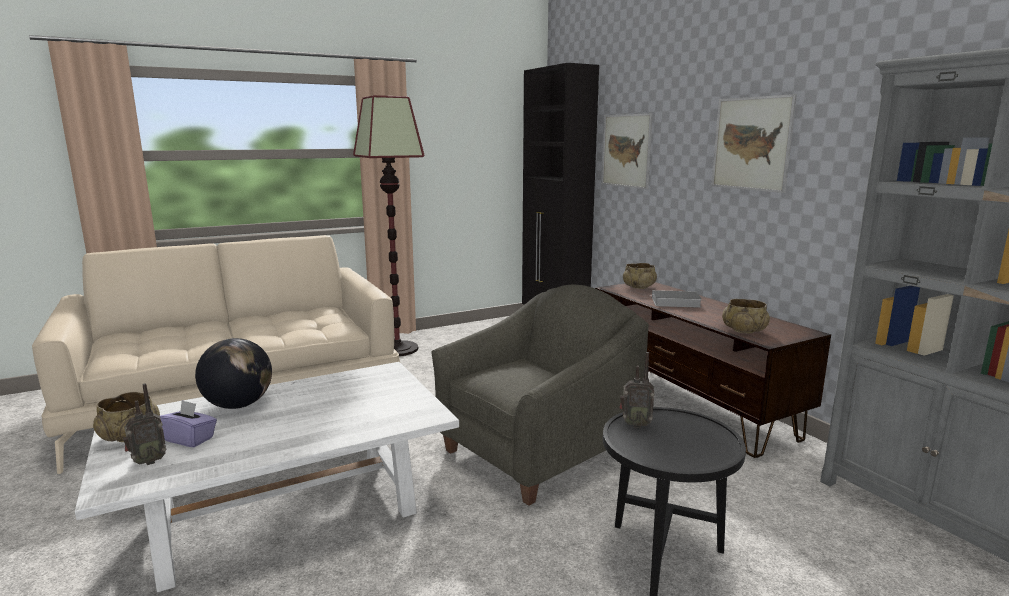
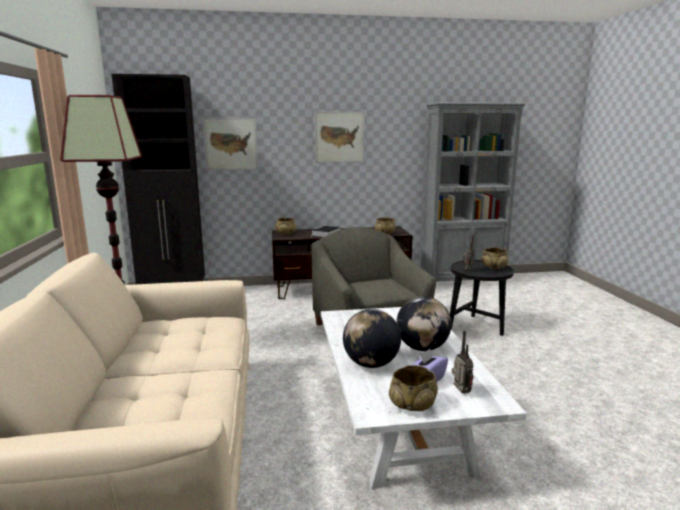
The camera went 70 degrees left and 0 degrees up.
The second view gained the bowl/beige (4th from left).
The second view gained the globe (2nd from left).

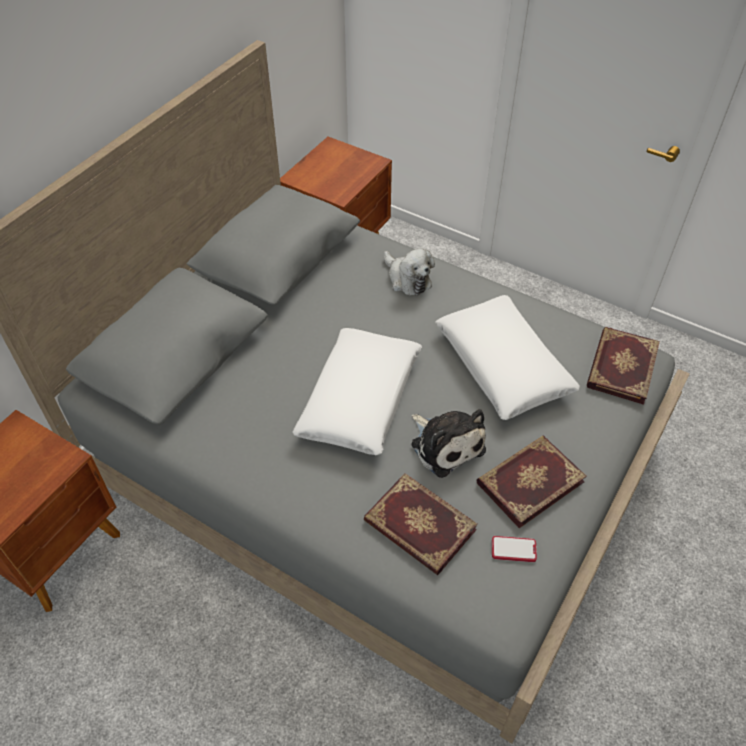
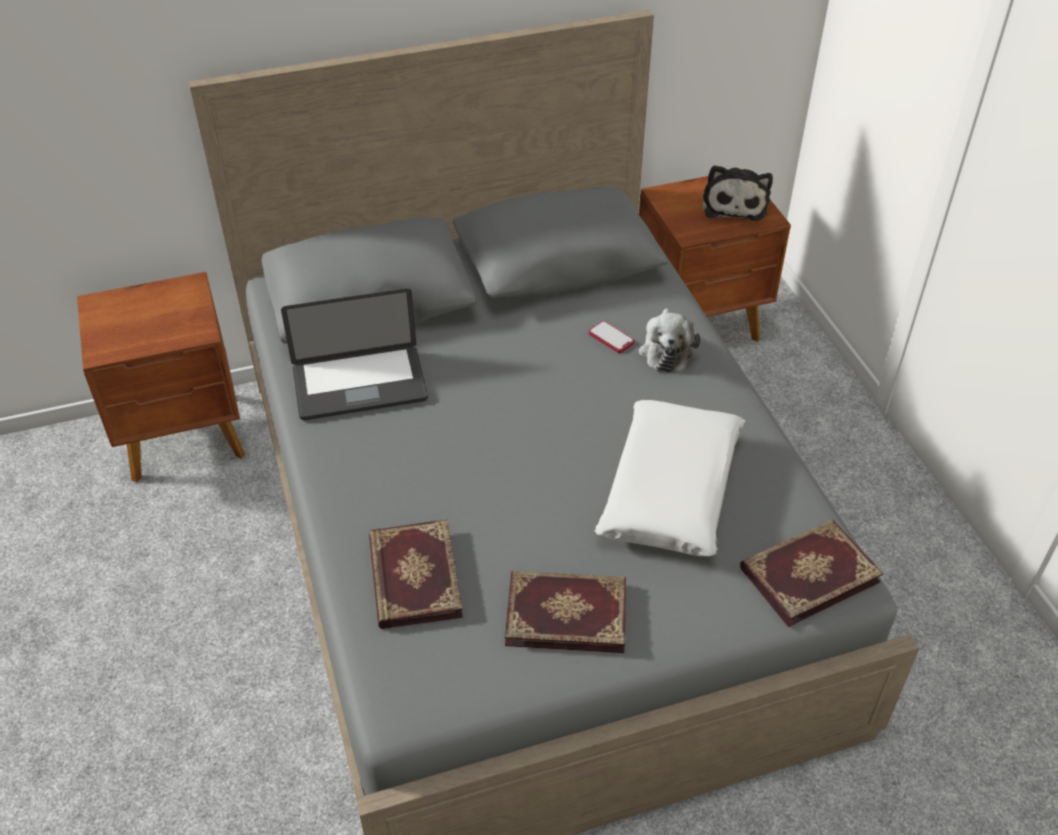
The camera went 40 degrees right and 5 degrees down.
The second view lost the pillow/white (1st from left).
The plush toy (2nd from left) ended up elsewhere.
The phone ended up elsewhere.
The second view gained the laptop.

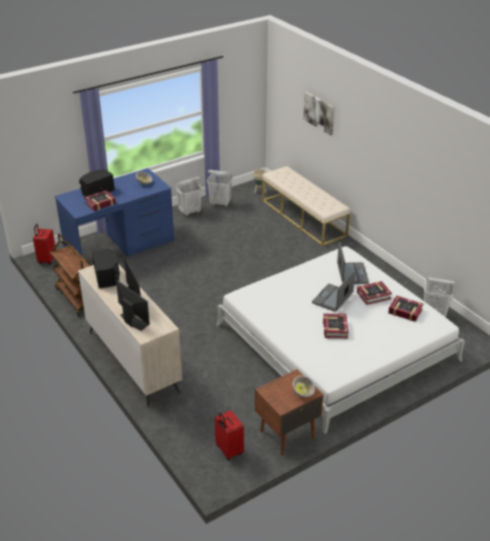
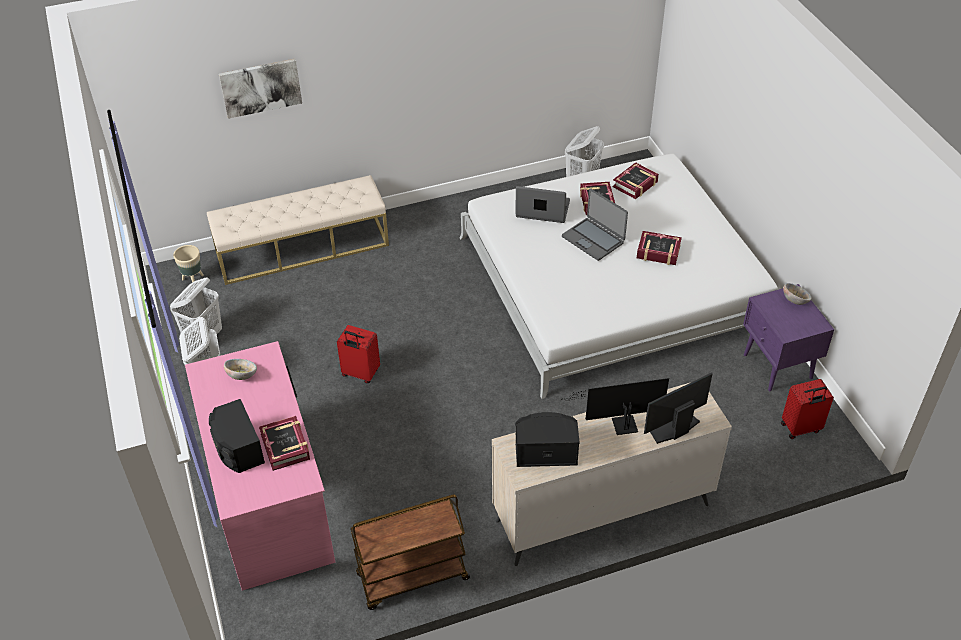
The camera went 75 degrees left and 10 degrees up.
What was the desk/blue turned into the desk/pink.
The suitcase/red (1st from left) ended up elsewhere.
What was the nightstand/brown turned into the nightstand/purple.

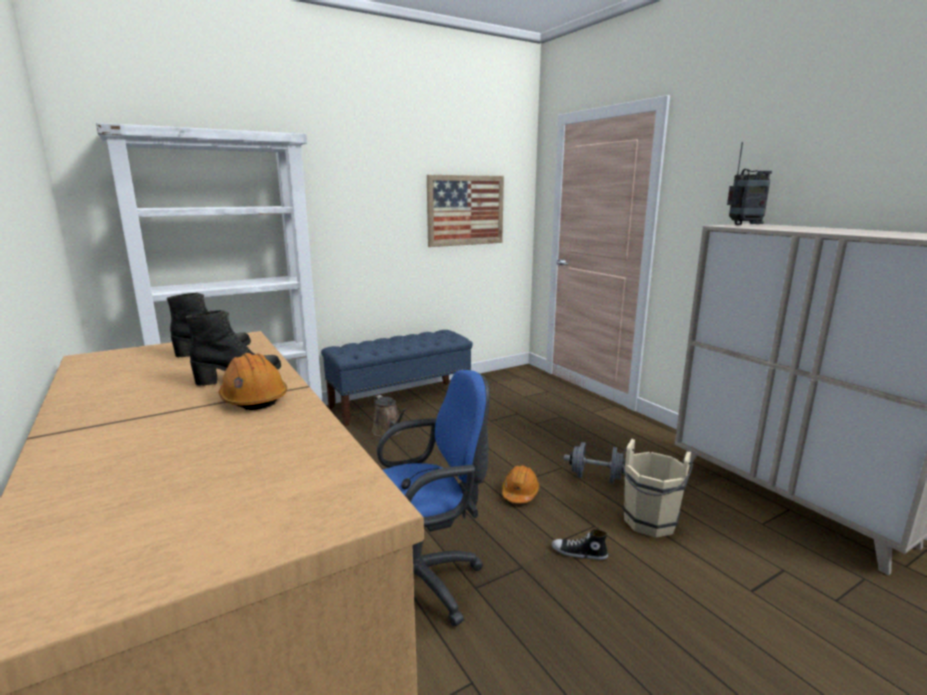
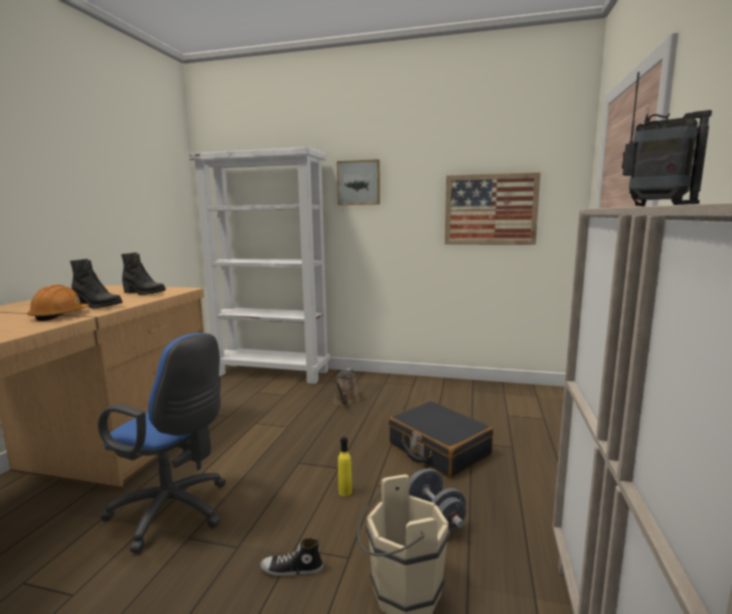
The camera went 45 degrees right and 5 degrees down.
The second view lost the bench/blue.
Where the hard hat/orange (2nd from left) stood, the bottle/yellow came to stand.
The shoe ended up facing another way, 60 degrees counterclockwise from before.
The second view gained the picture (1st from left).
The second view gained the suitcase/black.

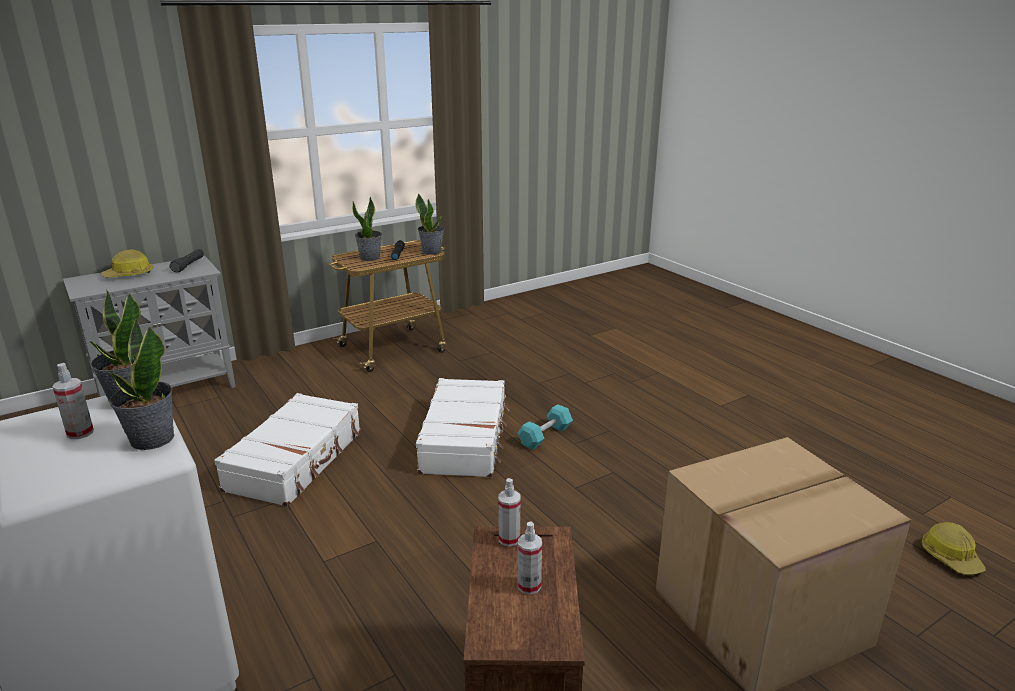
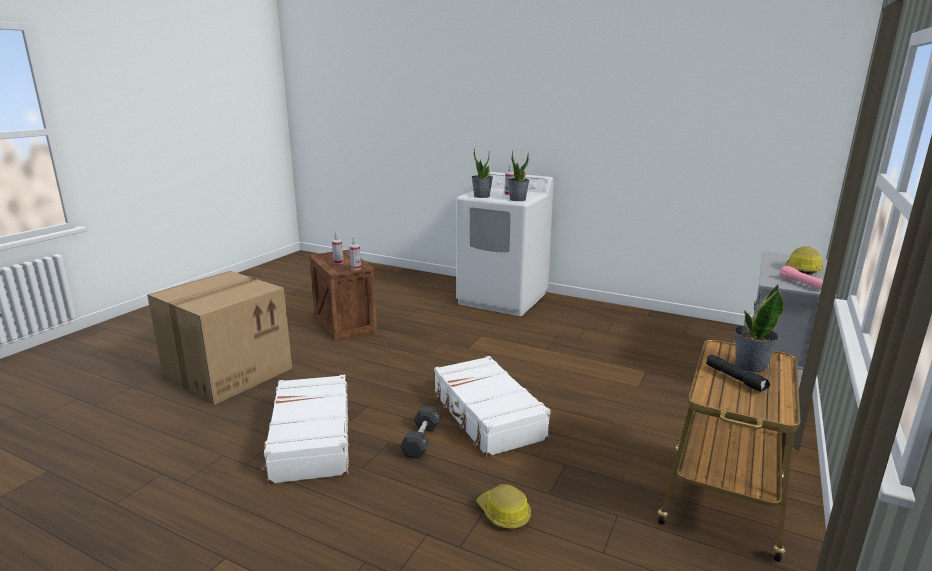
The camera went 150 degrees right and 5 degrees down.
The second view lost the potted plant (4th from left).
What was the flashlight/black (1st from left) turned into the flashlight/pink.
The suitcase/white (1st from left) ended up elsewhere.
What was the dumbbell/turquoise turned into the dumbbell/black.
The hard hat (2nd from left in the first image) ended up elsewhere.

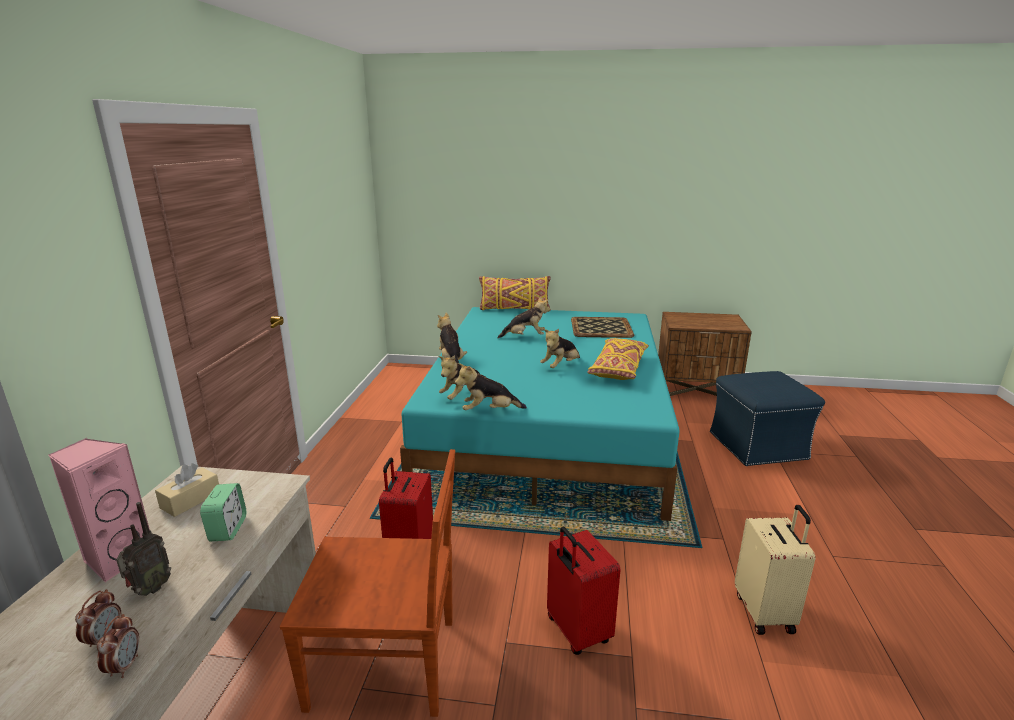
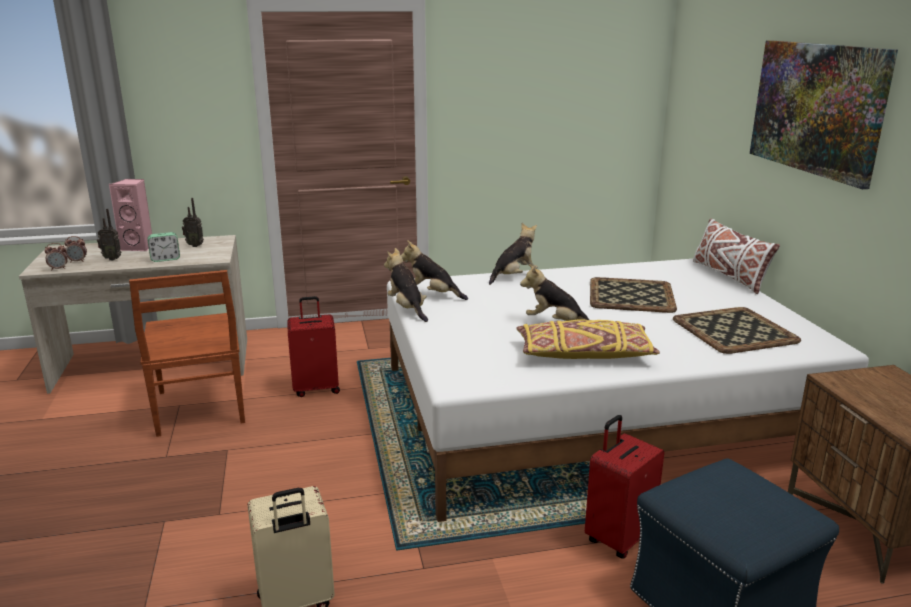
The camera went 70 degrees right and 0 degrees up.
What was the pillow/yellow (1st from left) turned into the pillow/white.
Where the plush toy (4th from left) stood, the tray (1st from left) came to stand.
What was the bed/turquoise turned into the bed/white.
Where the tissue box/beige stood, the radio (2nd from left) came to stand.
The suitcase/red (2nd from left) ended up elsewhere.
The second view gained the picture.

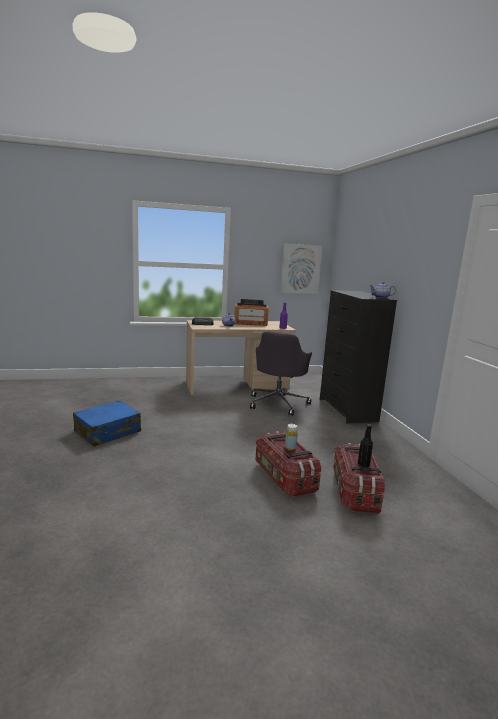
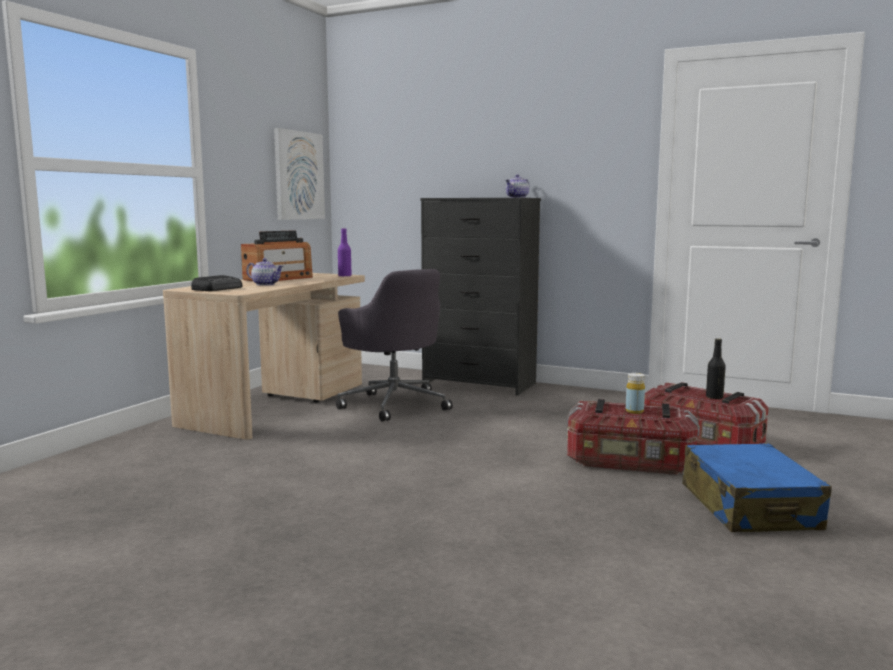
The camera went 50 degrees left and 5 degrees down.
The suitcase/blue ended up elsewhere.

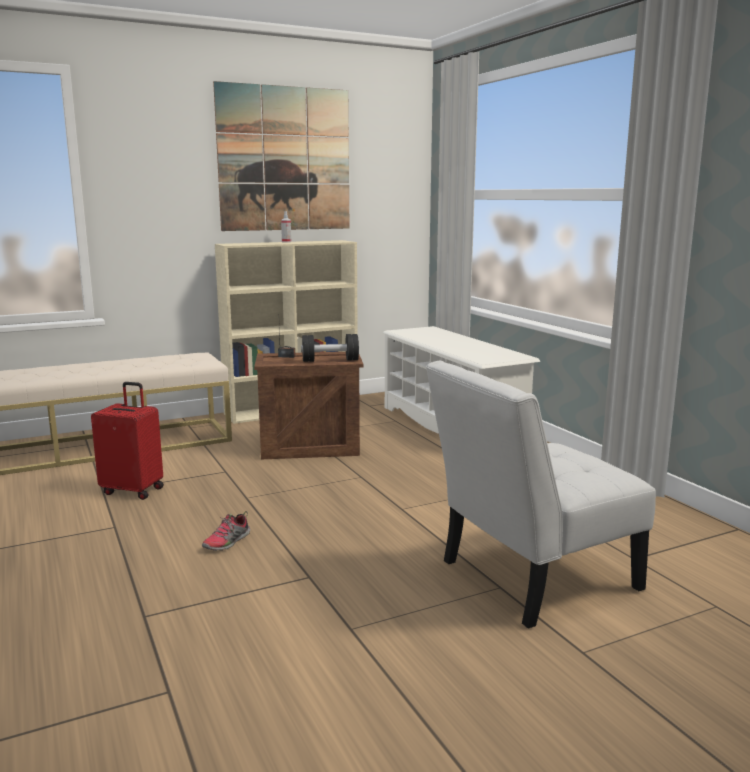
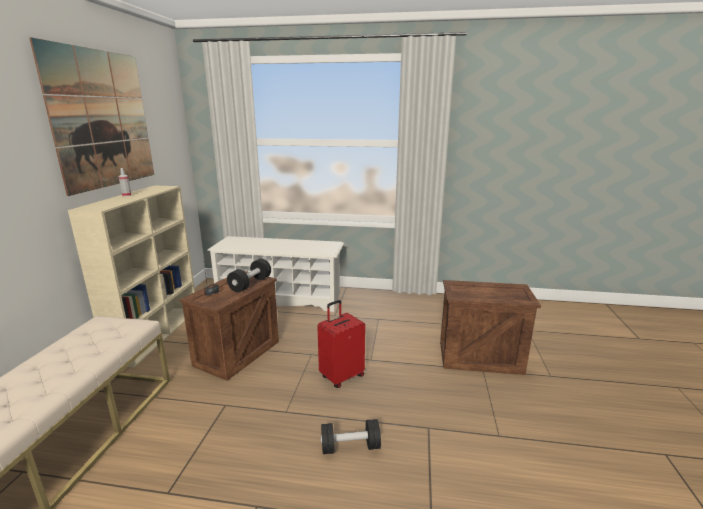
The camera went 55 degrees left and 5 degrees up.
Where the chair/white stood, the crate (2nd from left) came to stand.
The suitcase/red ended up elsewhere.
Where the shoe stood, the dumbbell/black (2nd from left) came to stand.

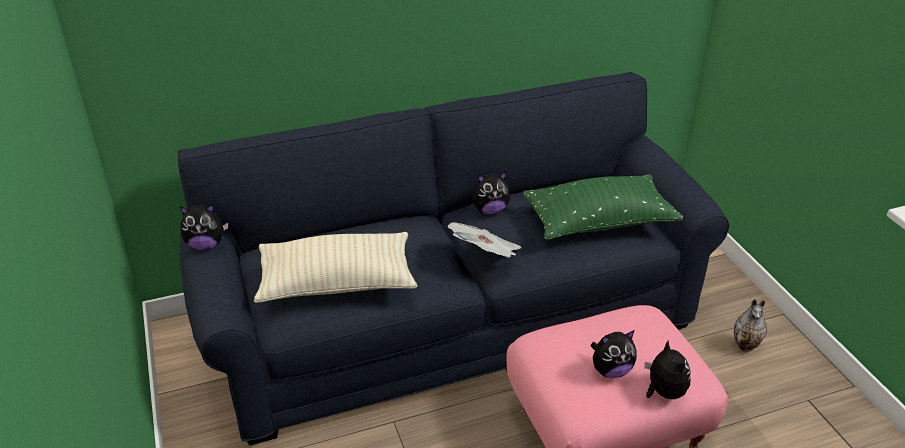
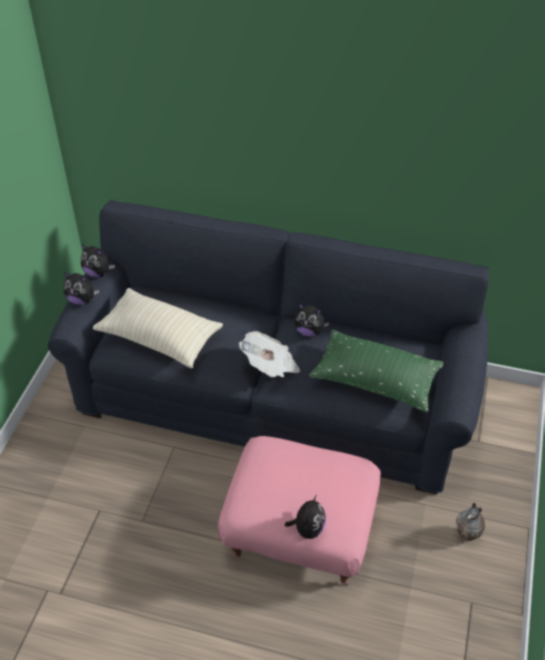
The camera went 35 degrees right and 10 degrees up.
The plush toy (3rd from left in the first image) ended up elsewhere.

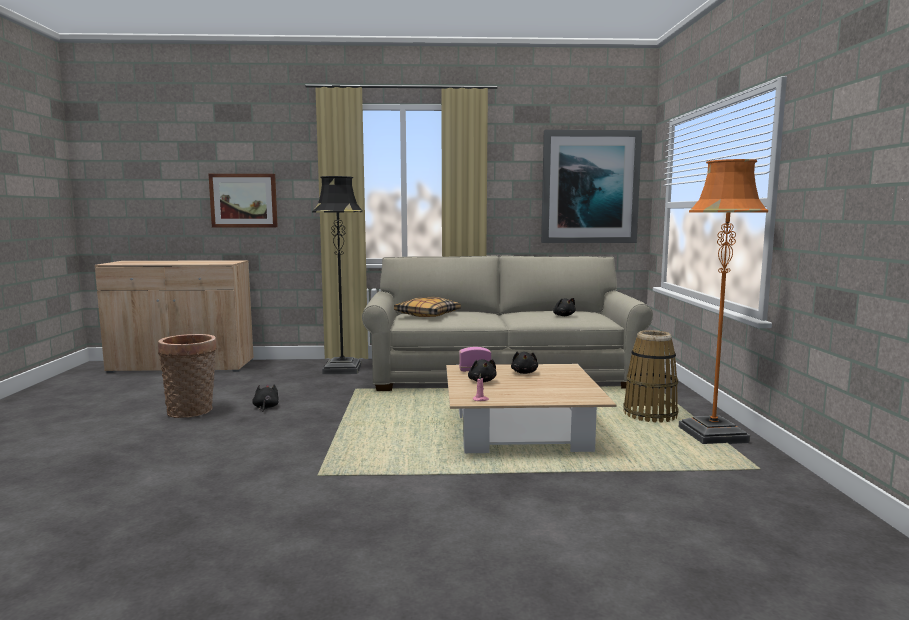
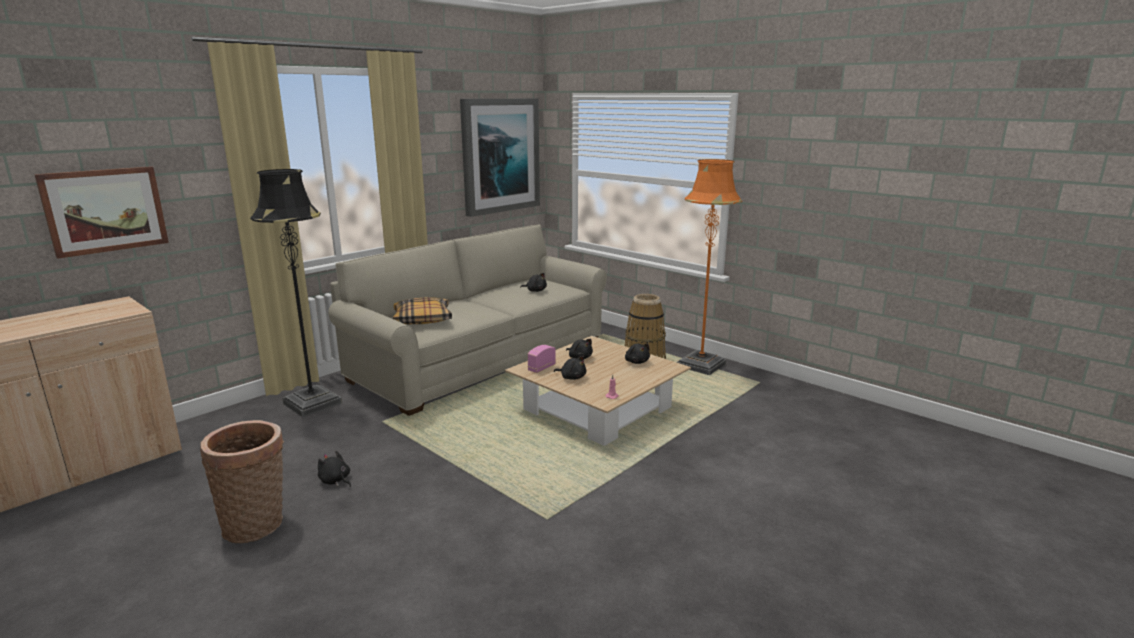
The camera went 45 degrees left and 10 degrees up.
The second view gained the plush toy/black (5th from left).

